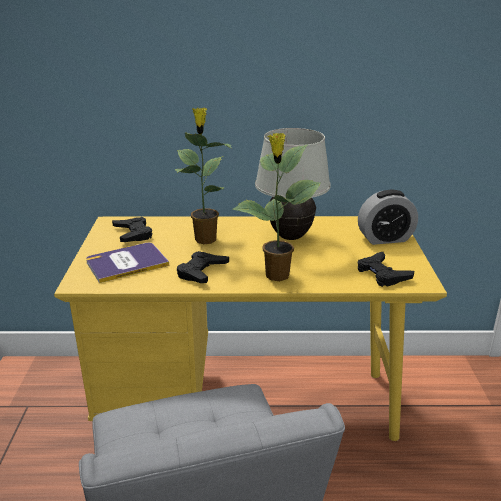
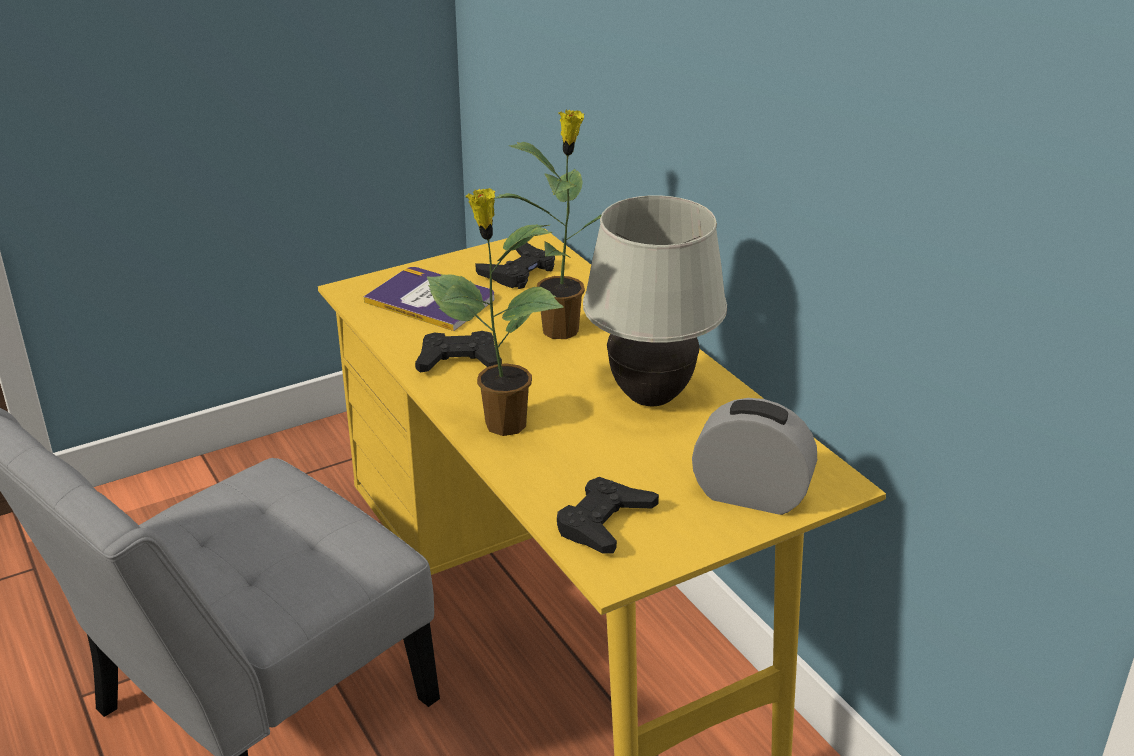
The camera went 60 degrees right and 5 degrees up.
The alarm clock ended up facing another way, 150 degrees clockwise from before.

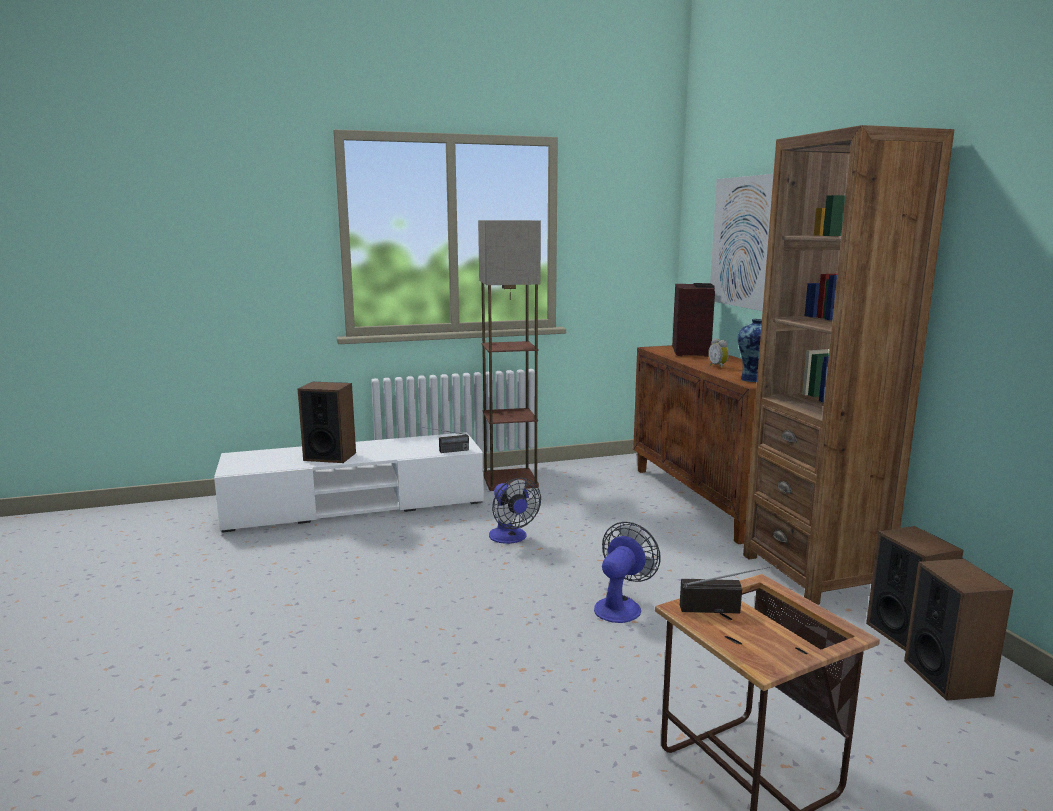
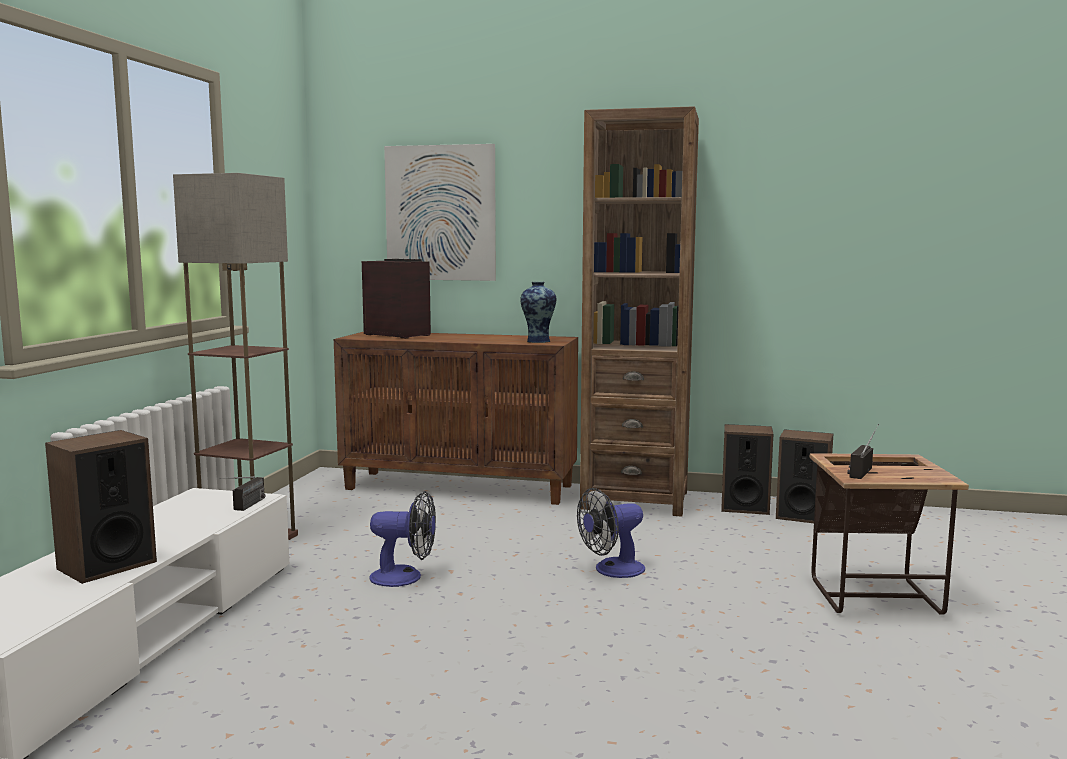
The camera went 60 degrees left and 5 degrees down.
The second view lost the alarm clock.
The fan (2nd from left) ended up facing another way, 90 degrees counterclockwise from before.

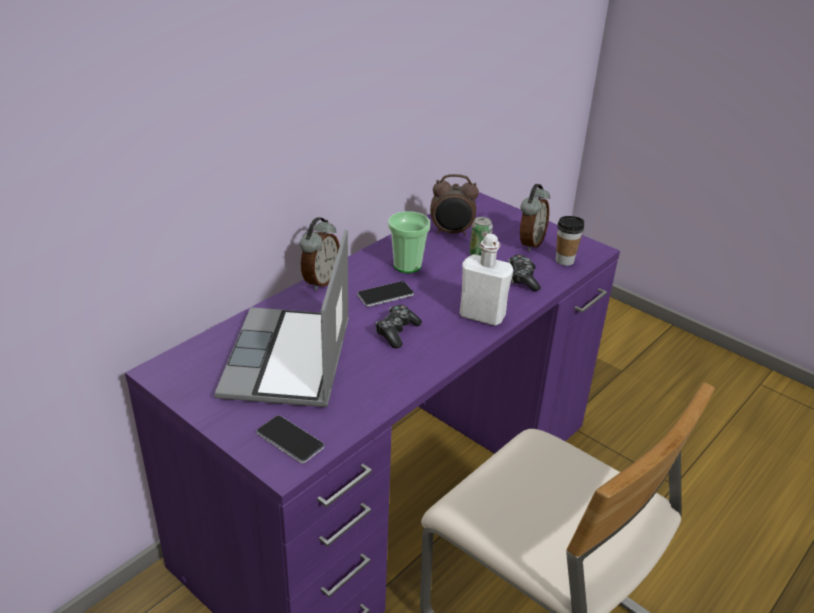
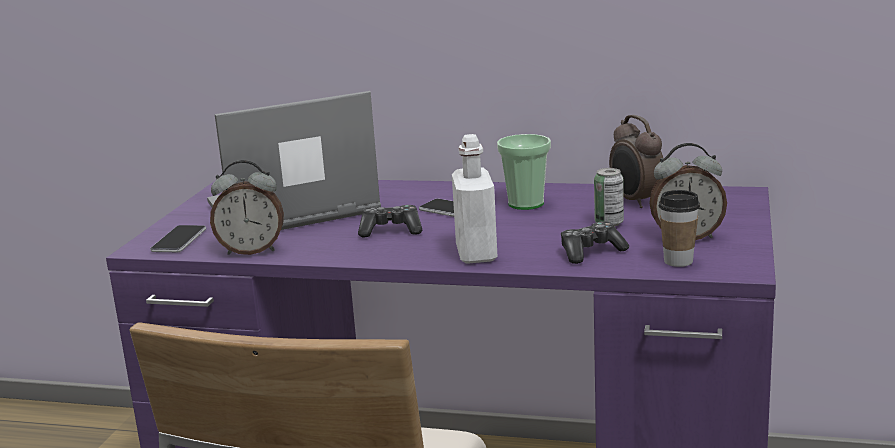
The camera went 65 degrees right and 15 degrees down.
The alarm clock (1st from left) ended up elsewhere.

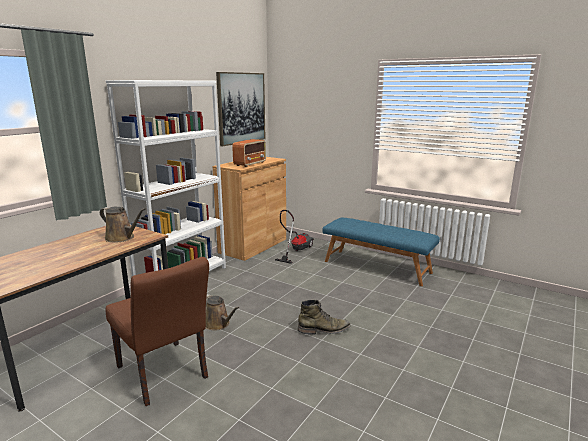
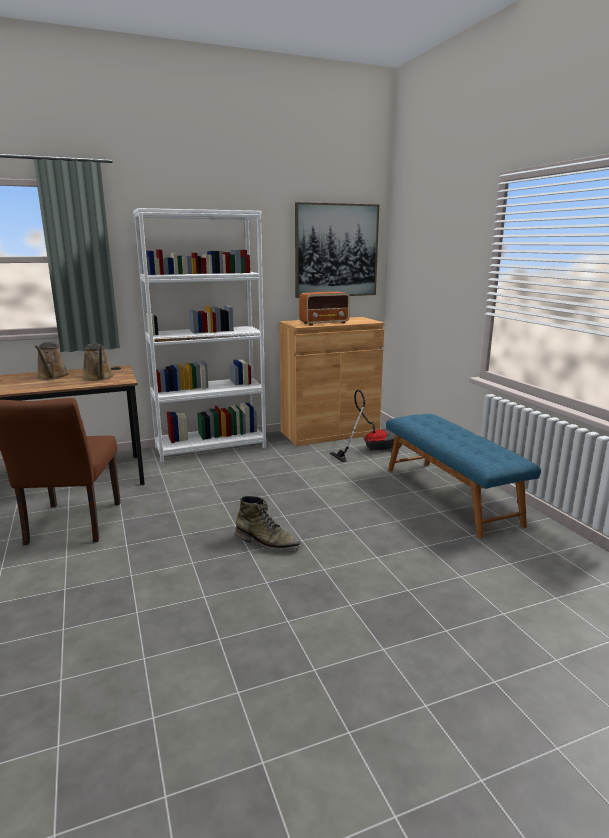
The camera went 35 degrees right and 0 degrees up.
The watering can/brown (2nd from left in the first image) ended up elsewhere.

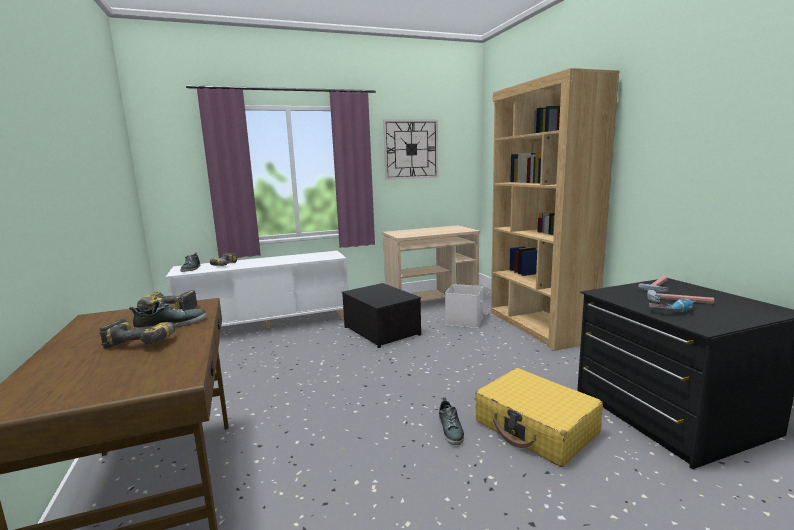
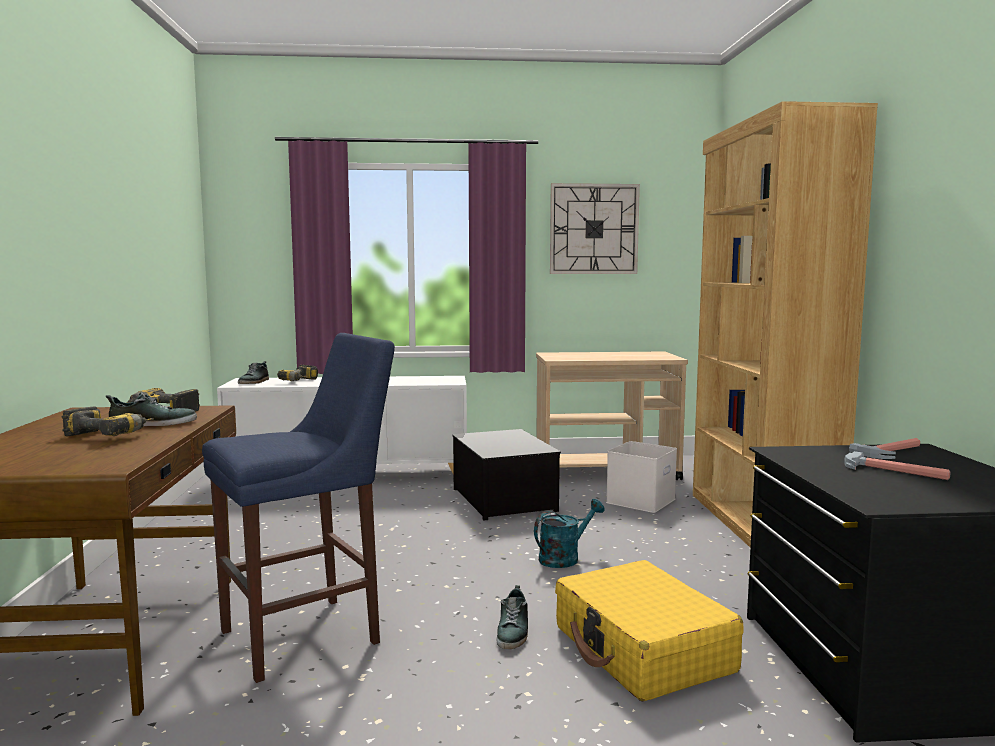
The camera went 15 degrees right and 5 degrees down.
The second view lost the power drill (4th from left).
The second view gained the stool/blue.
The second view gained the watering can/turquoise.

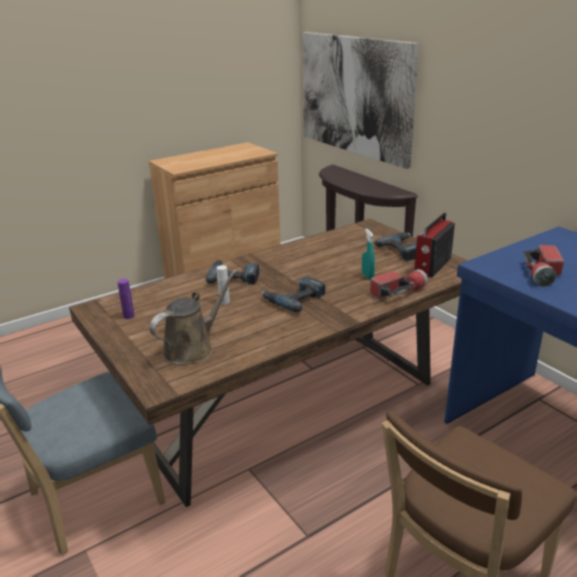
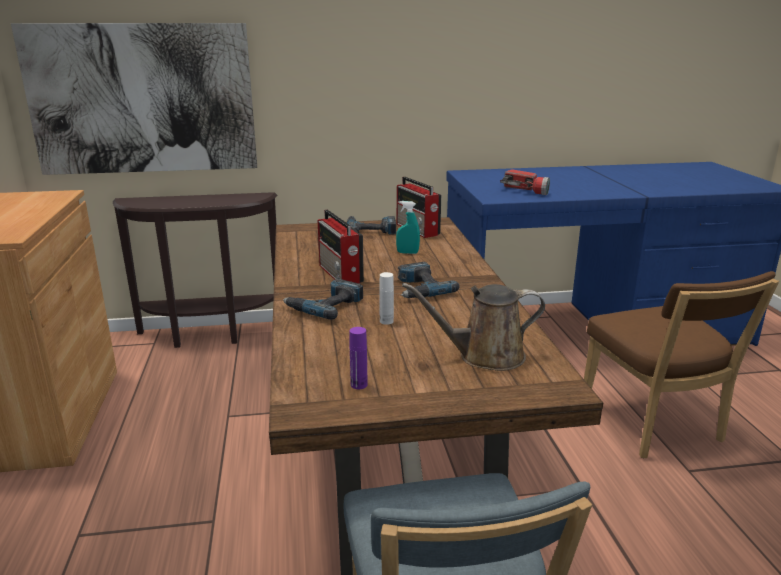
The camera went 65 degrees left and 5 degrees down.
The watering can/brown ended up facing another way, 75 degrees counterclockwise from before.
The second view lost the flashlight (1st from left).
The second view gained the radio (1st from left).

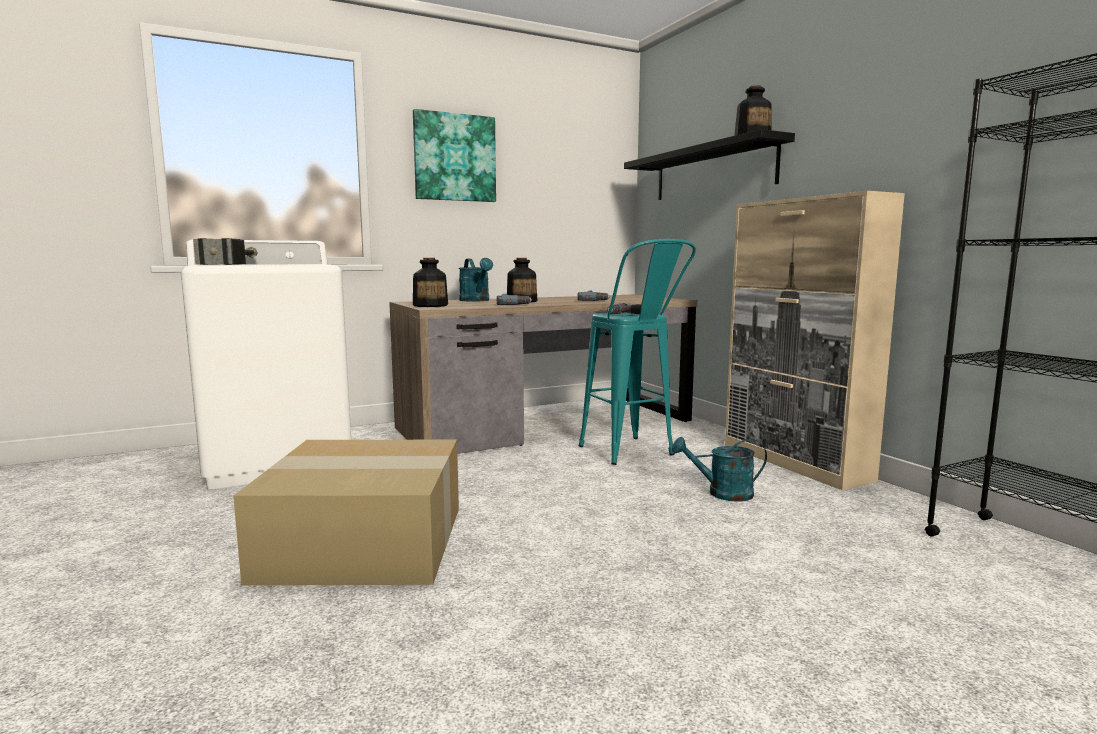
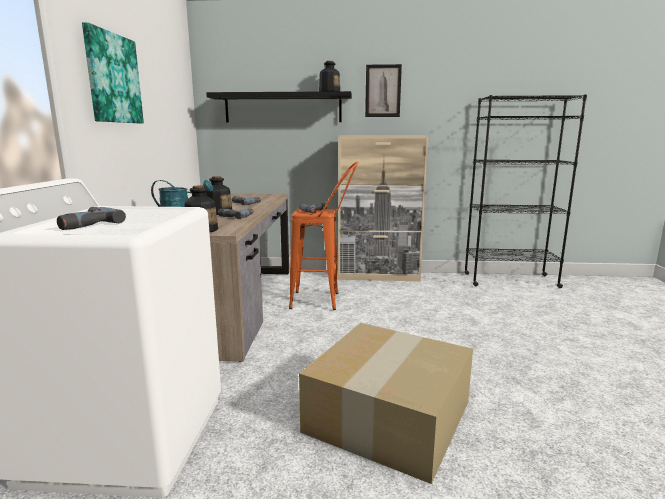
The camera went 60 degrees left and 5 degrees up.
Where the hammer stood, the power drill (1st from left) came to stand.
What was the stool/turquoise turned into the stool/orange.
The second view lost the watering can/turquoise (2nd from left).
The second view gained the picture (2nd from left).

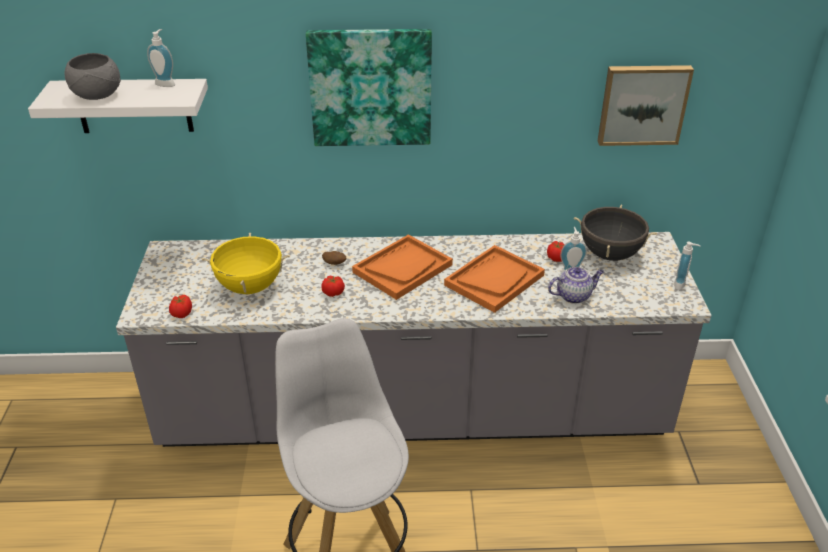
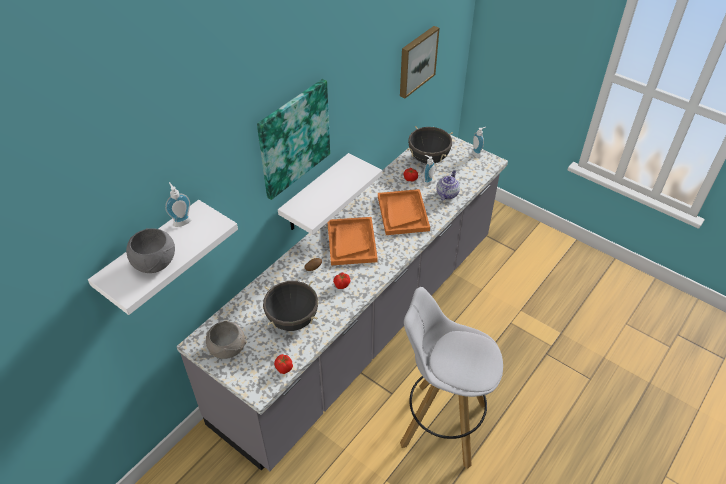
The camera went 50 degrees left and 10 degrees up.
What was the cooking pot/yellow turned into the cooking pot/black (1st from left).
The second view gained the shelf/white (2nd from left).
The second view gained the bowl/grey (2nd from left).

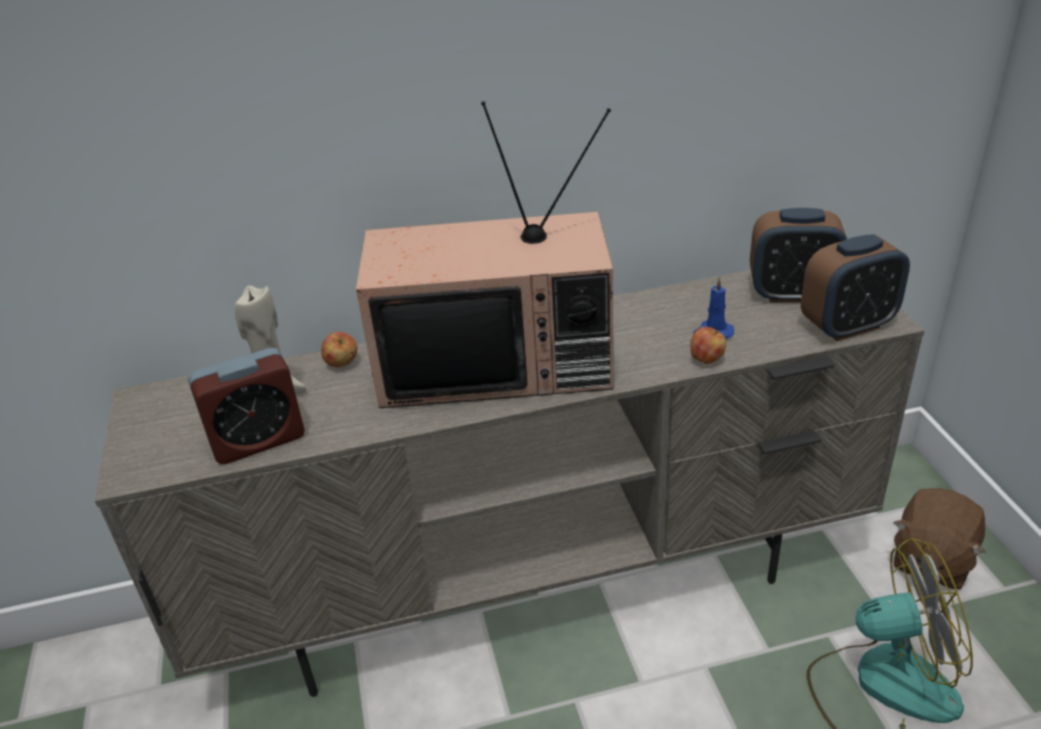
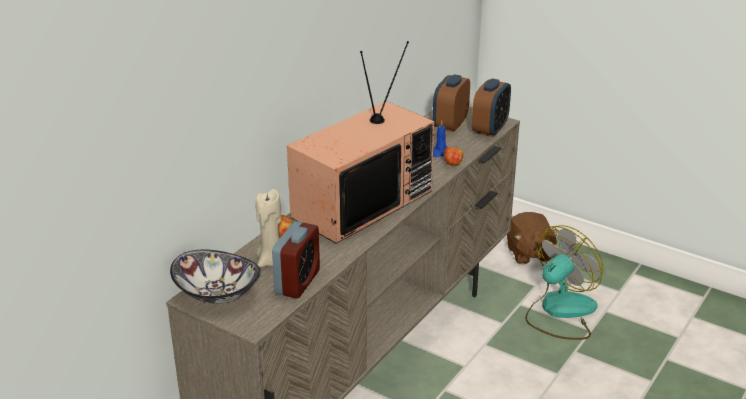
The camera went 45 degrees left and 5 degrees down.
The alarm clock (2nd from left) ended up facing another way, 150 degrees clockwise from before.
The second view gained the bowl.

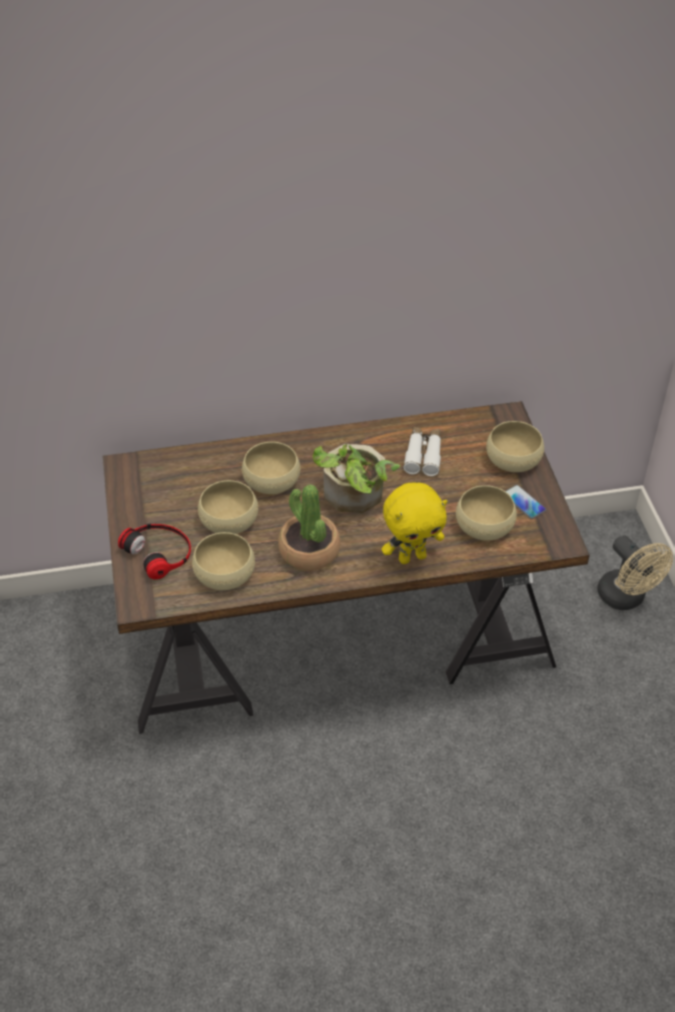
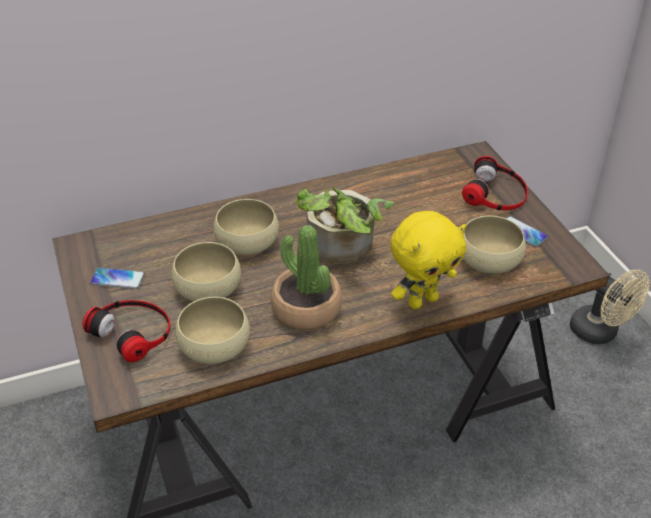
The camera went 10 degrees left and 5 degrees down.
Where the bowl/beige (5th from left) stood, the headphones (2nd from left) came to stand.
The second view lost the binoculars/white.
The second view gained the phone (1st from left).

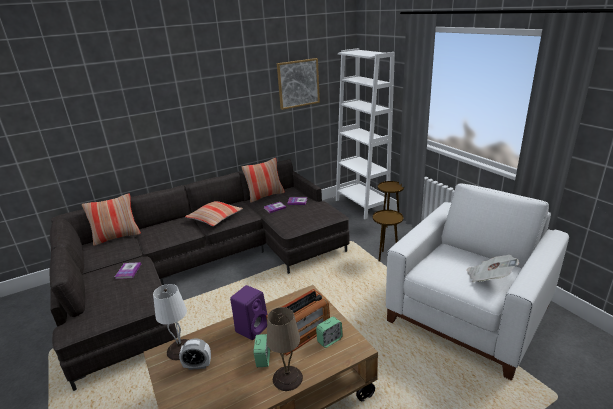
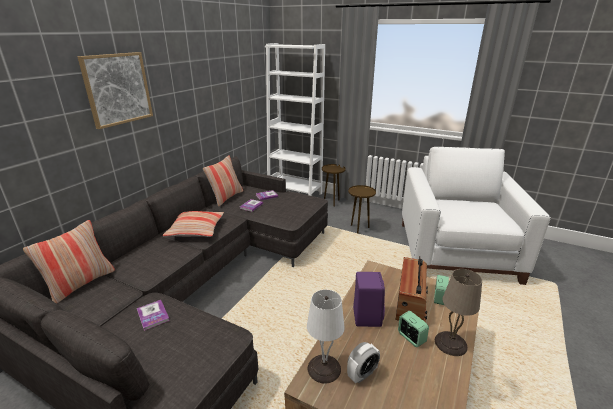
The camera went 35 degrees left and 0 degrees up.
The picture ended up elsewhere.
The second view lost the newspaper.

